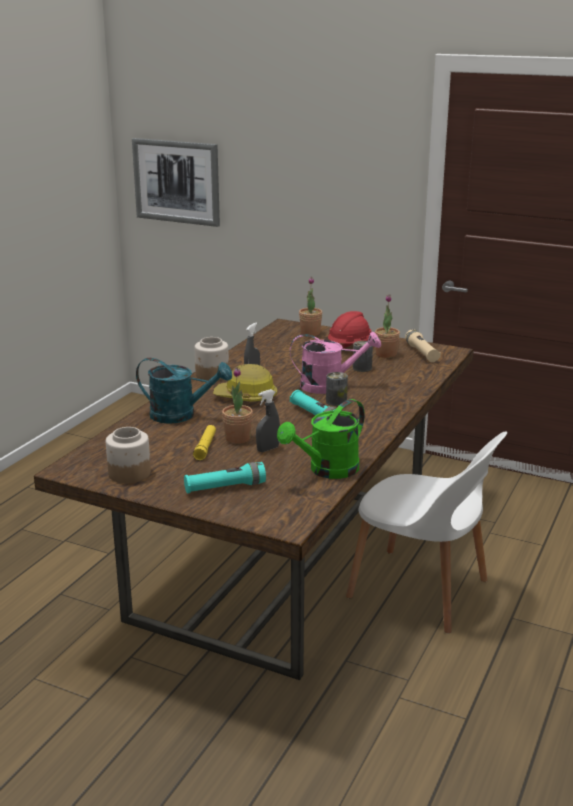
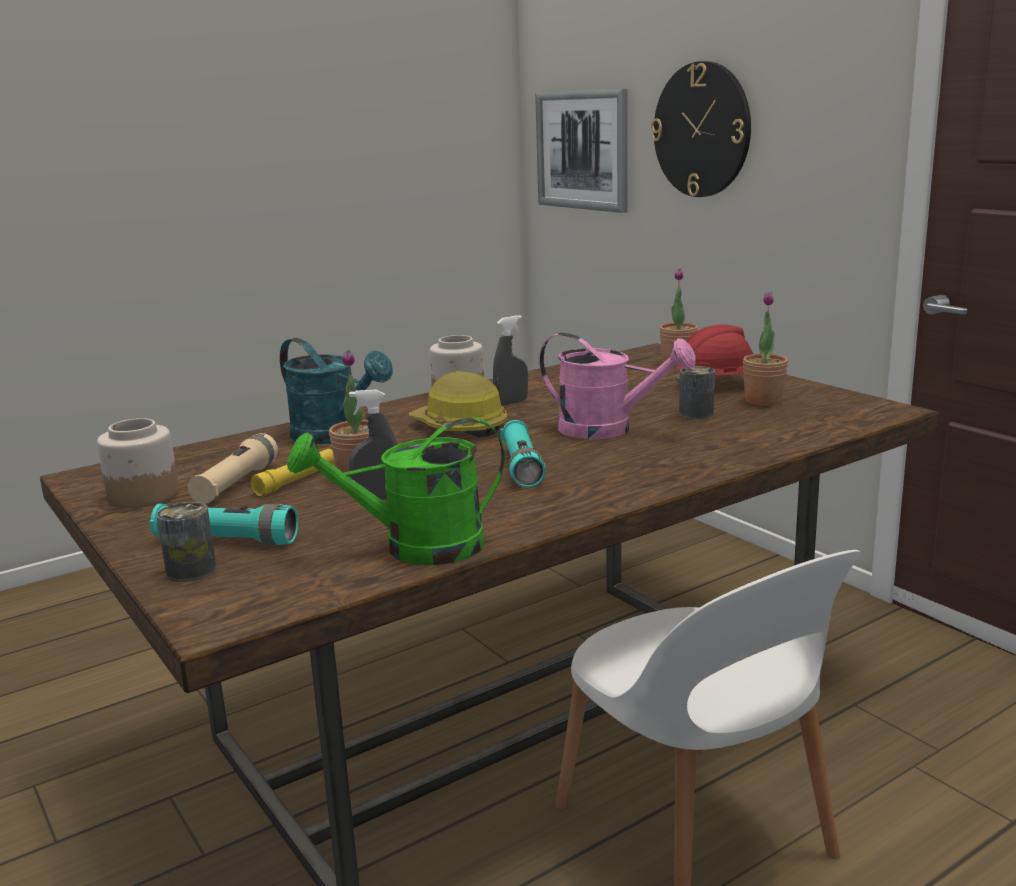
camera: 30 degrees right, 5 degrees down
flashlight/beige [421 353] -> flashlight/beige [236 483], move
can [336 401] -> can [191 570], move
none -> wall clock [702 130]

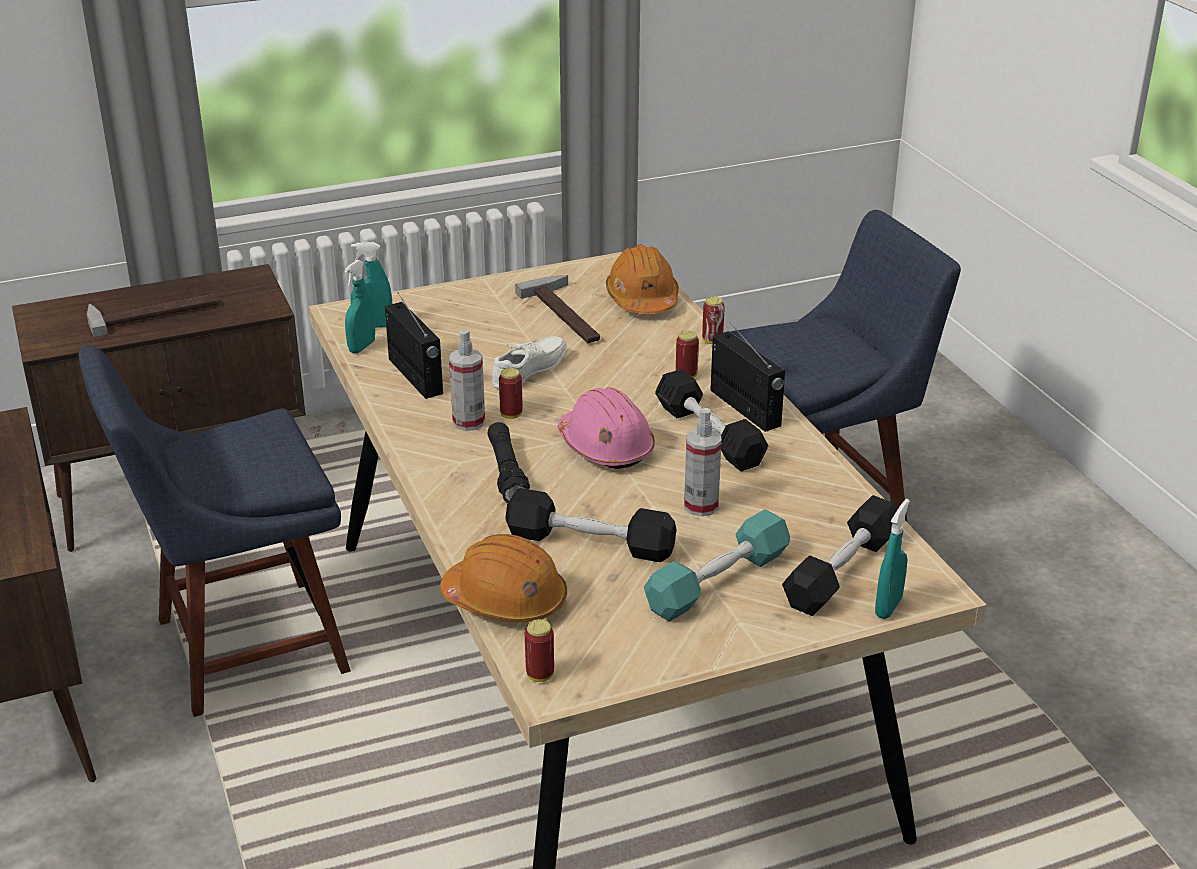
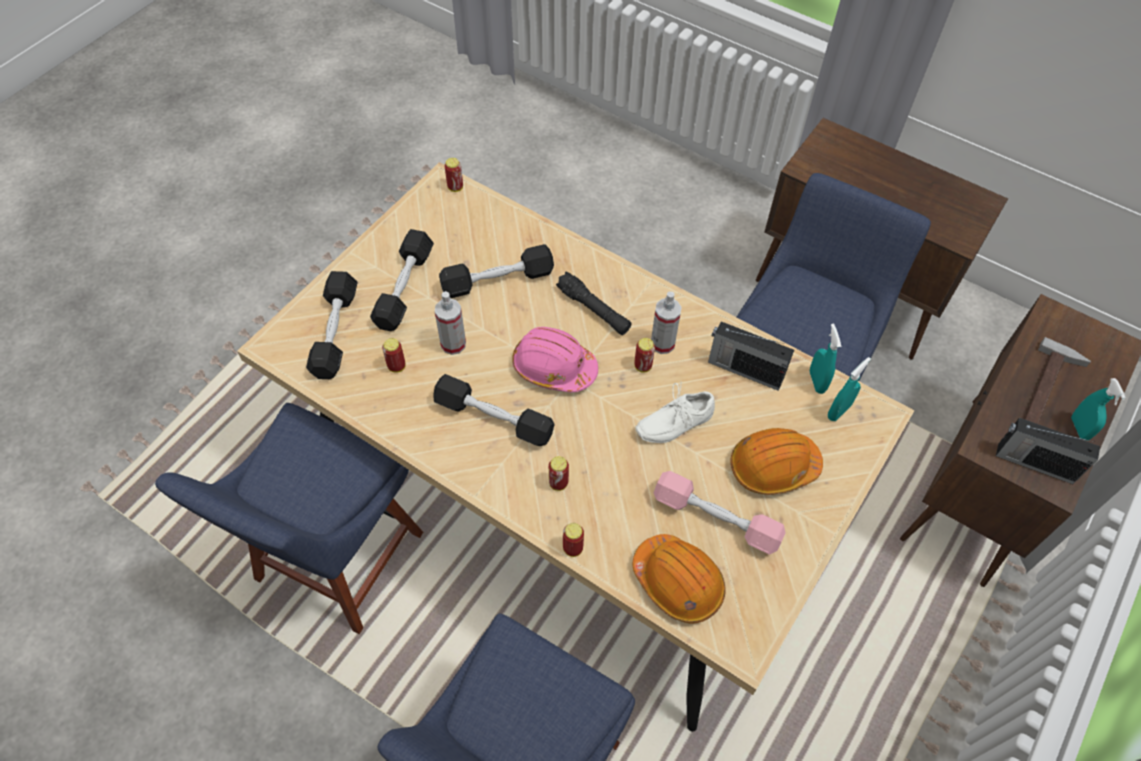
camera: 145 degrees right, 25 degrees up
hammer [569 314] -> dumbbell/pink [716 519]
radio [746 409] -> radio [1033 462], move
shoe/white [532 372] -> shoe/white [672 421], 60 degrees clockwise
spray bottle/turquoise [888 607] -> spray bottle/turquoise [1079 428], move
dumbbell/turquoise [717 582] -> dumbbell/black [404 288]
hard hat/orange [505 600] -> hard hat/orange [773 467], move
none -> can [396 366]
none -> chair/blue [334 563]

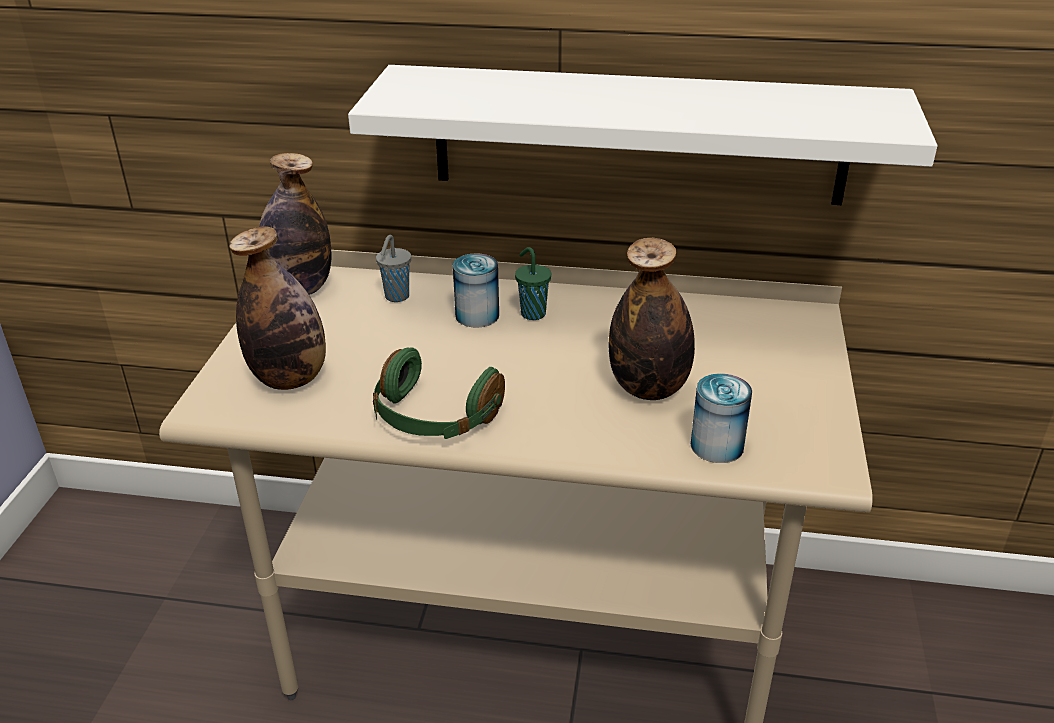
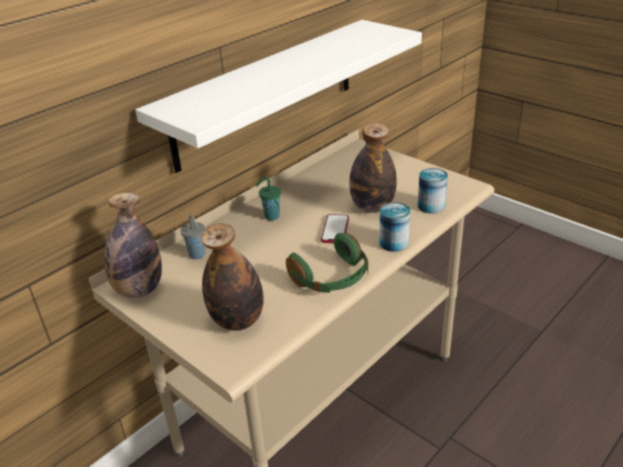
camera: 55 degrees left, 0 degrees up
can [477 315] -> can [393 243], move
none -> phone [335 230]

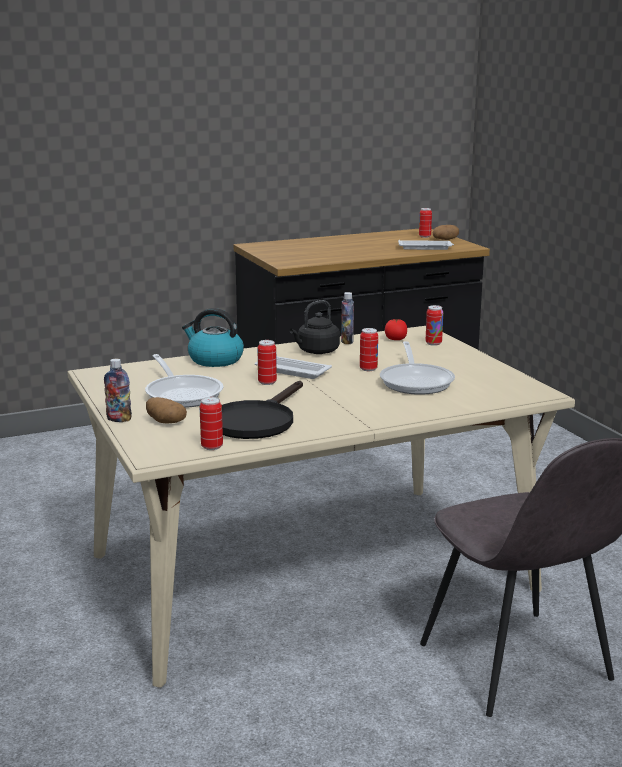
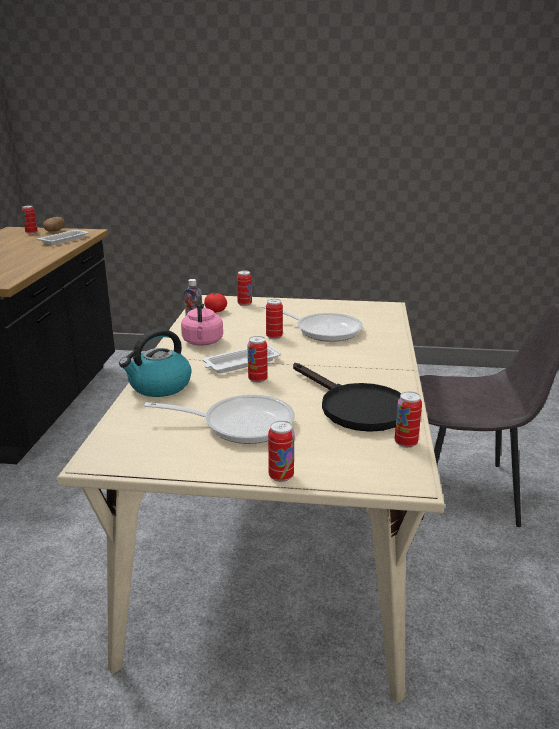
camera: 60 degrees left, 5 degrees up
kettle/black [316 351] -> kettle/pink [202 342]
bottle [119 419] -> can [281 476]
potato [165 422] -> none

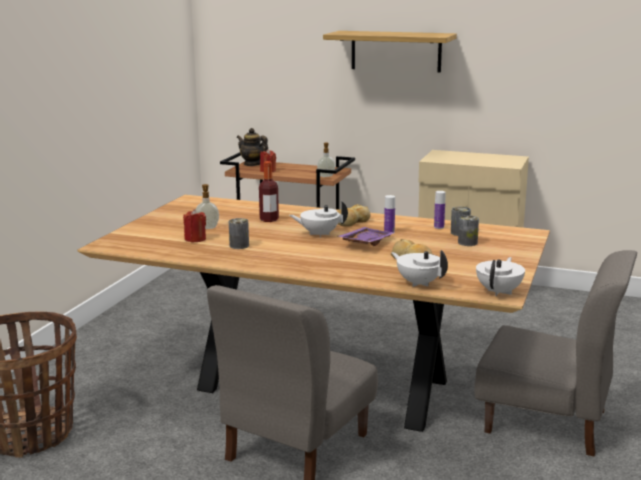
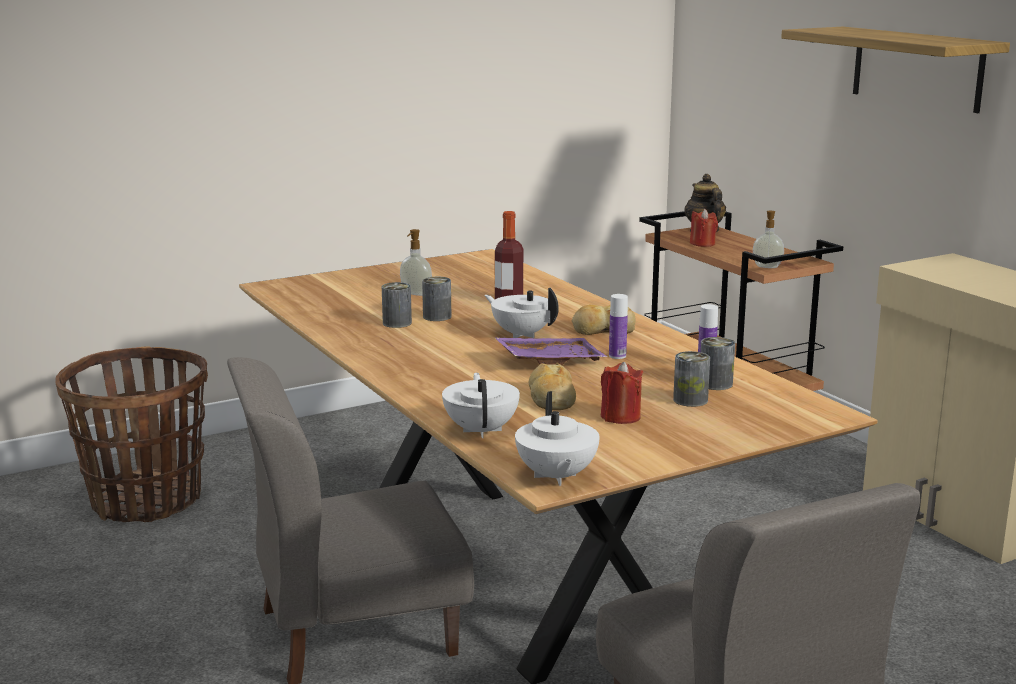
camera: 40 degrees right, 0 degrees up
candle/red [195 239] -> candle/red [620 417], move
teapot/white [499 292] -> teapot/white [555 477], 105 degrees clockwise
none -> can [437 316]

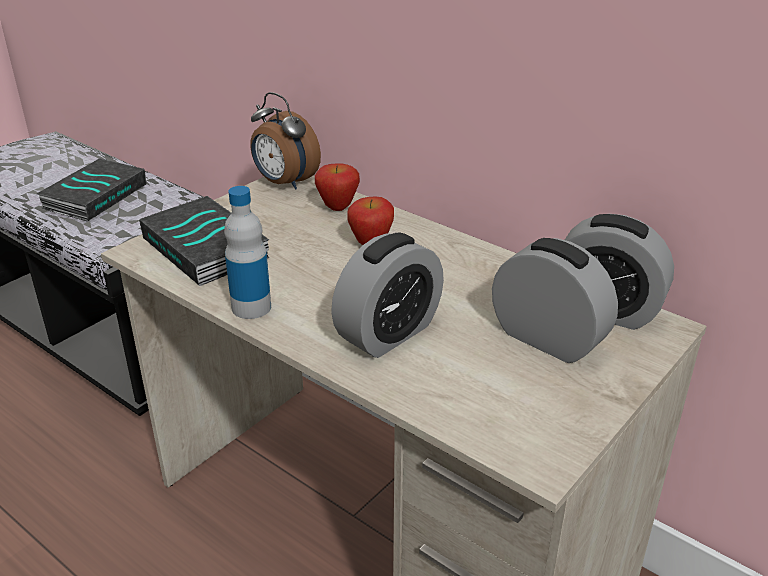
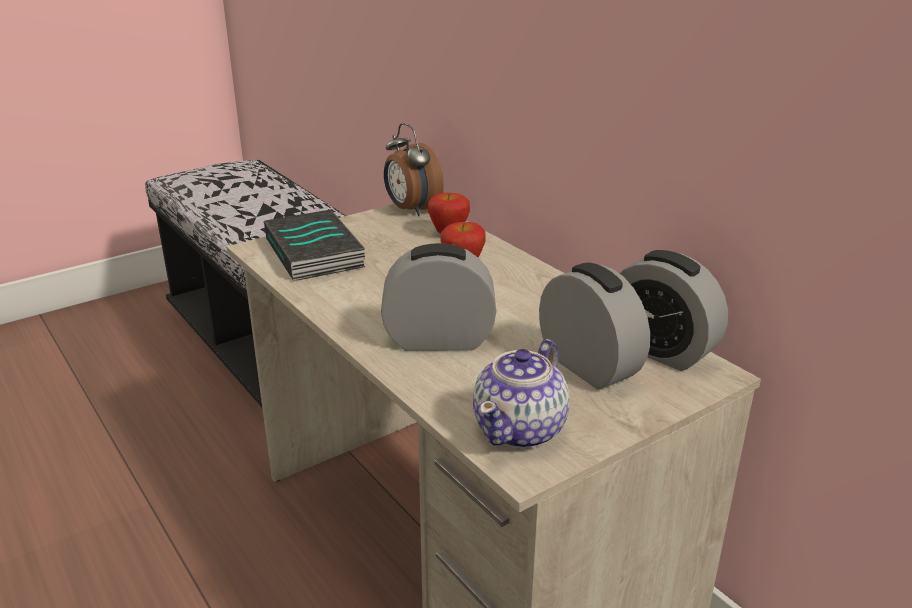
camera: 15 degrees right, 5 degrees down
book [94 195] -> none
bottle [251 307] -> none
alarm clock [388 333] -> alarm clock [439 340], 150 degrees counterclockwise
none -> teapot [521 429]

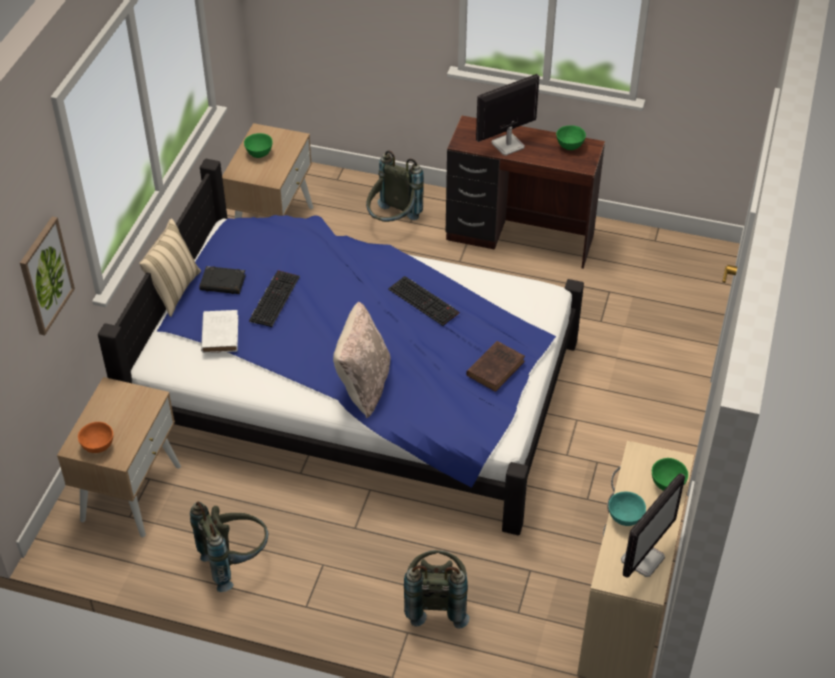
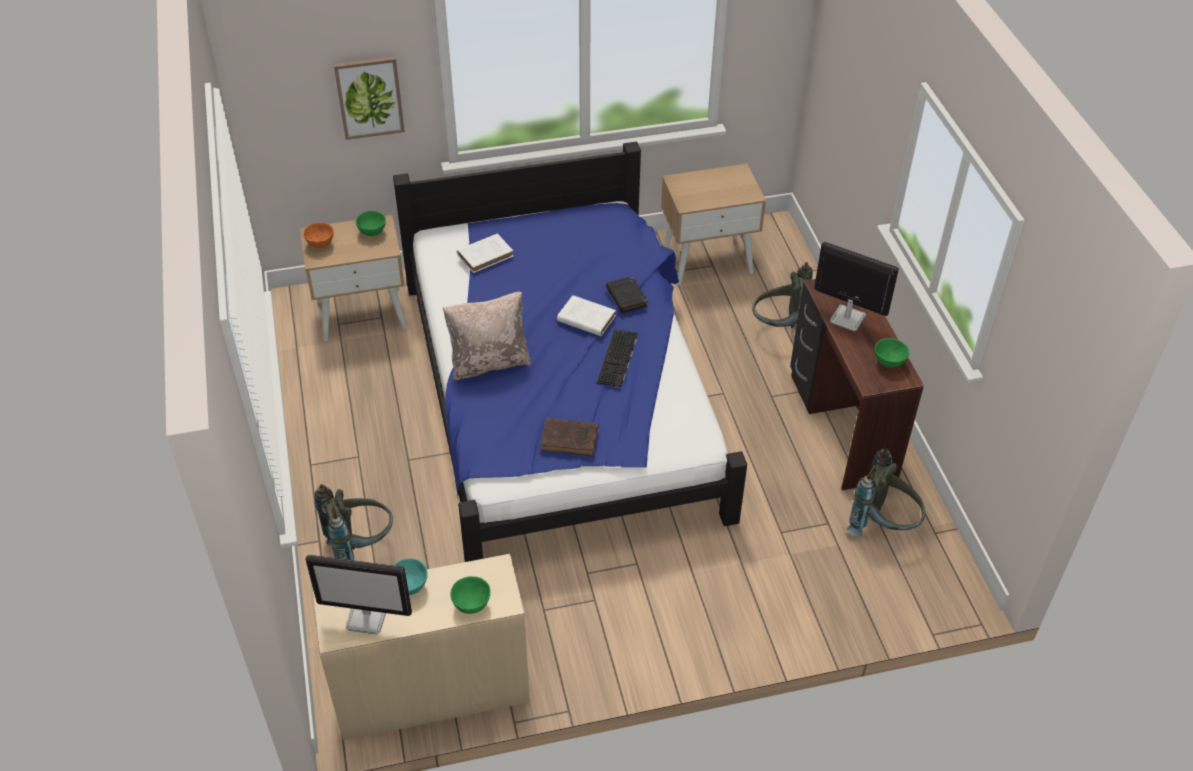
camera: 60 degrees right, 0 degrees up
bowl/green [259 153] -> bowl/green [373 232], move
pillow/beige [173 290] -> none
book/black [223 283] -> book/black [627 297], move
keyboard [274 298] -> none
backpack/grey [235 561] -> backpack/grey [883 525], move
none -> book/white [585 318]

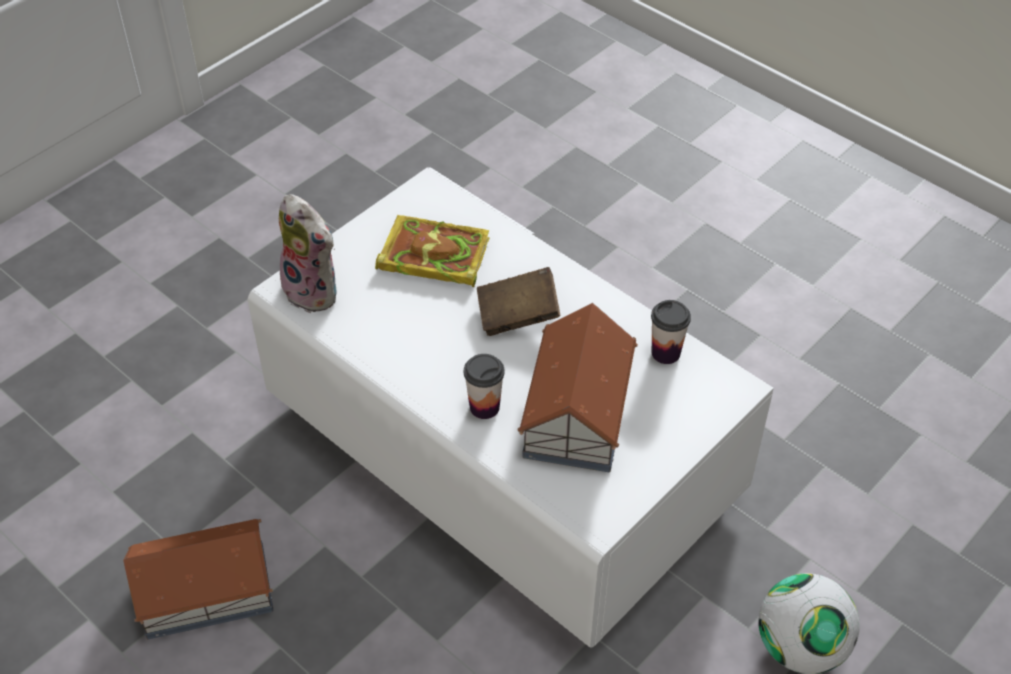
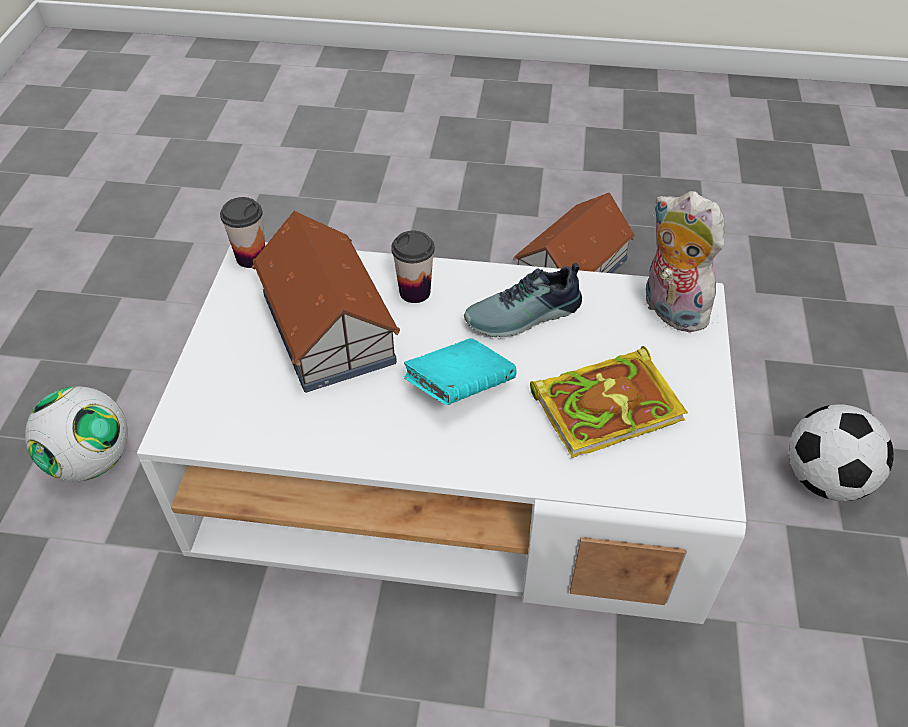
camera: 145 degrees right, 0 degrees up
plush toy [315 291] -> plush toy [669 310], 45 degrees clockwise
book/brown [517 316] -> book/turquoise [459 388]
cup [665 353] -> cup [251 257], move
none -> shoe [524 316]
none -> football [825 479]

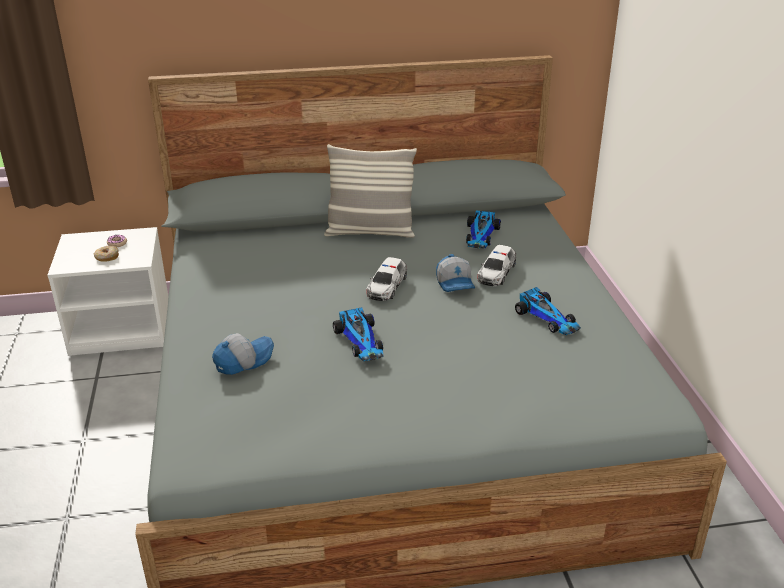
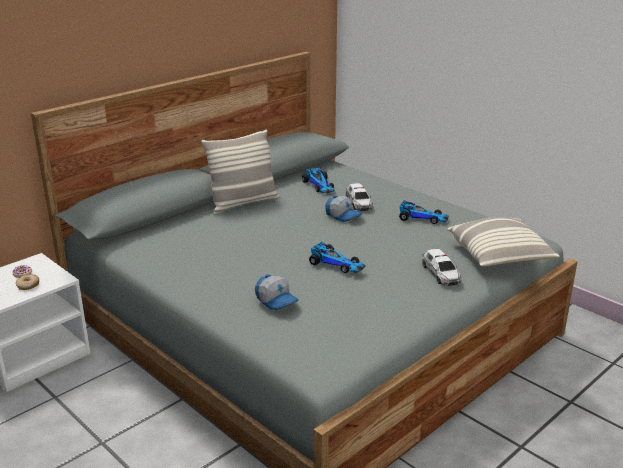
camera: 35 degrees left, 5 degrees down
toy car [386 286] -> toy car [441 273], move
cap [243 360] -> cap [277 300], 120 degrees clockwise
none -> pillow [500 256]

